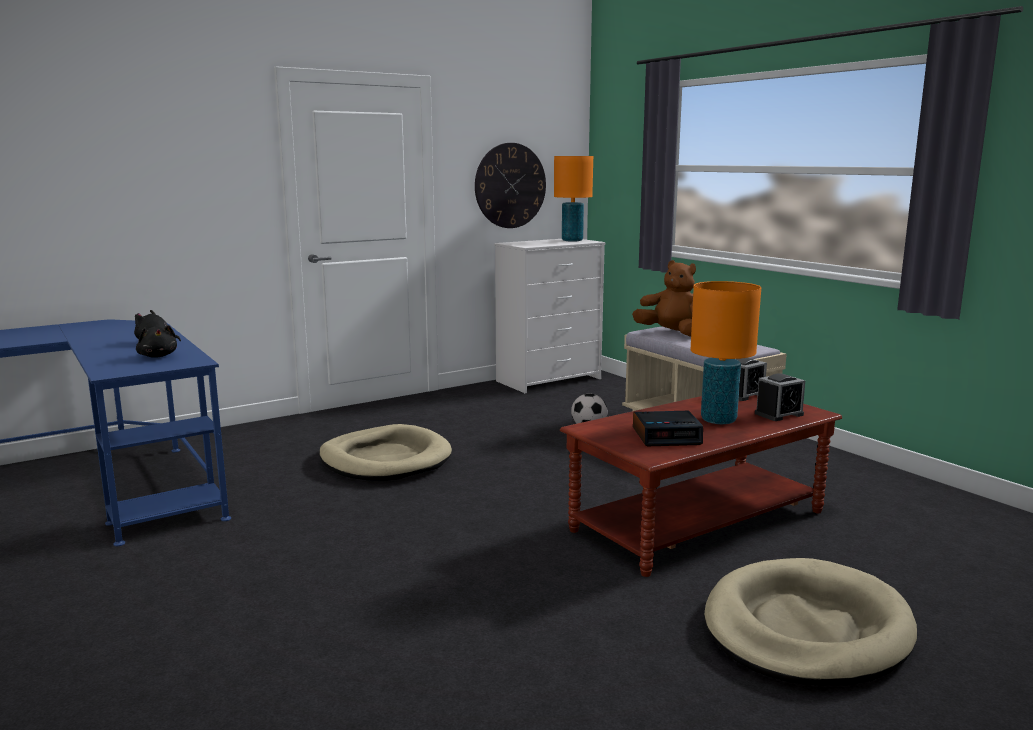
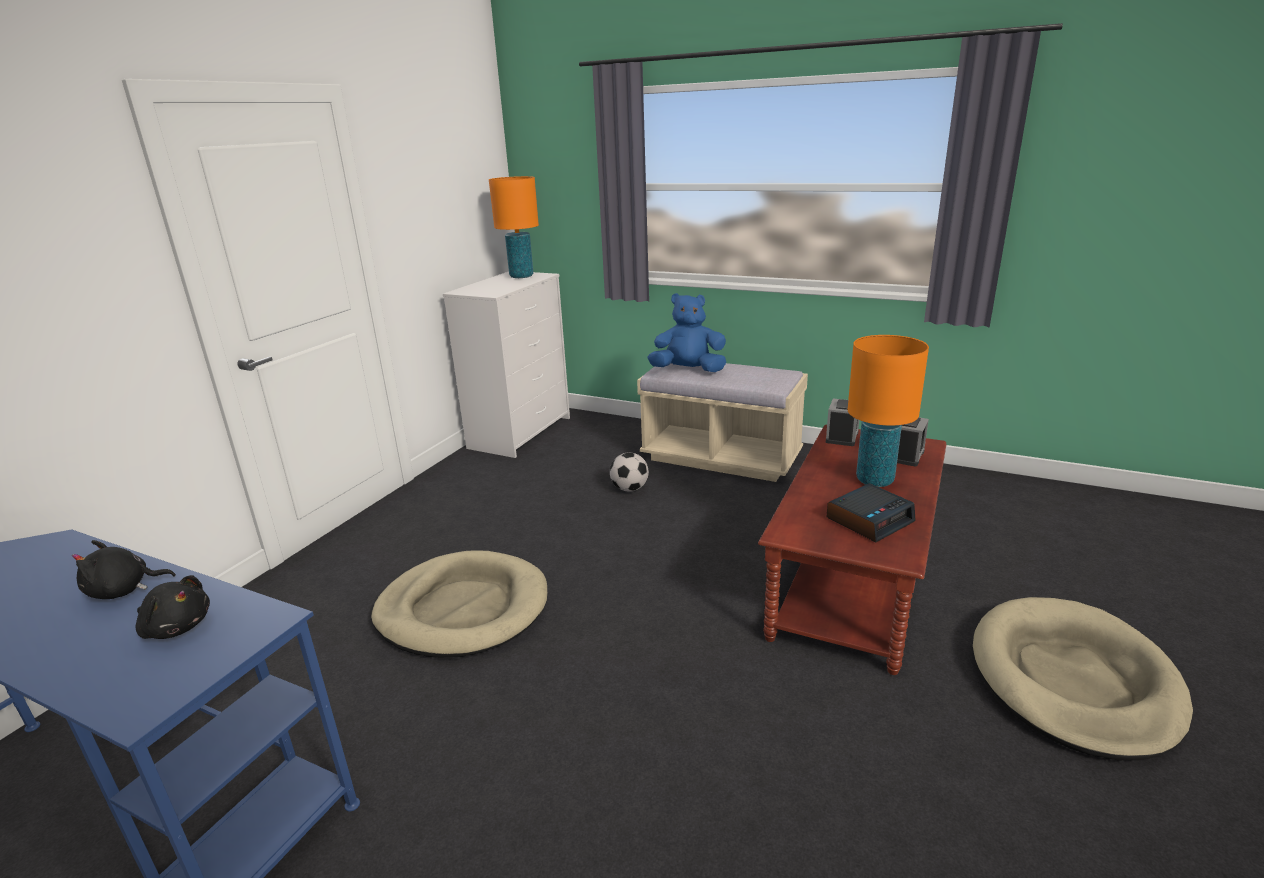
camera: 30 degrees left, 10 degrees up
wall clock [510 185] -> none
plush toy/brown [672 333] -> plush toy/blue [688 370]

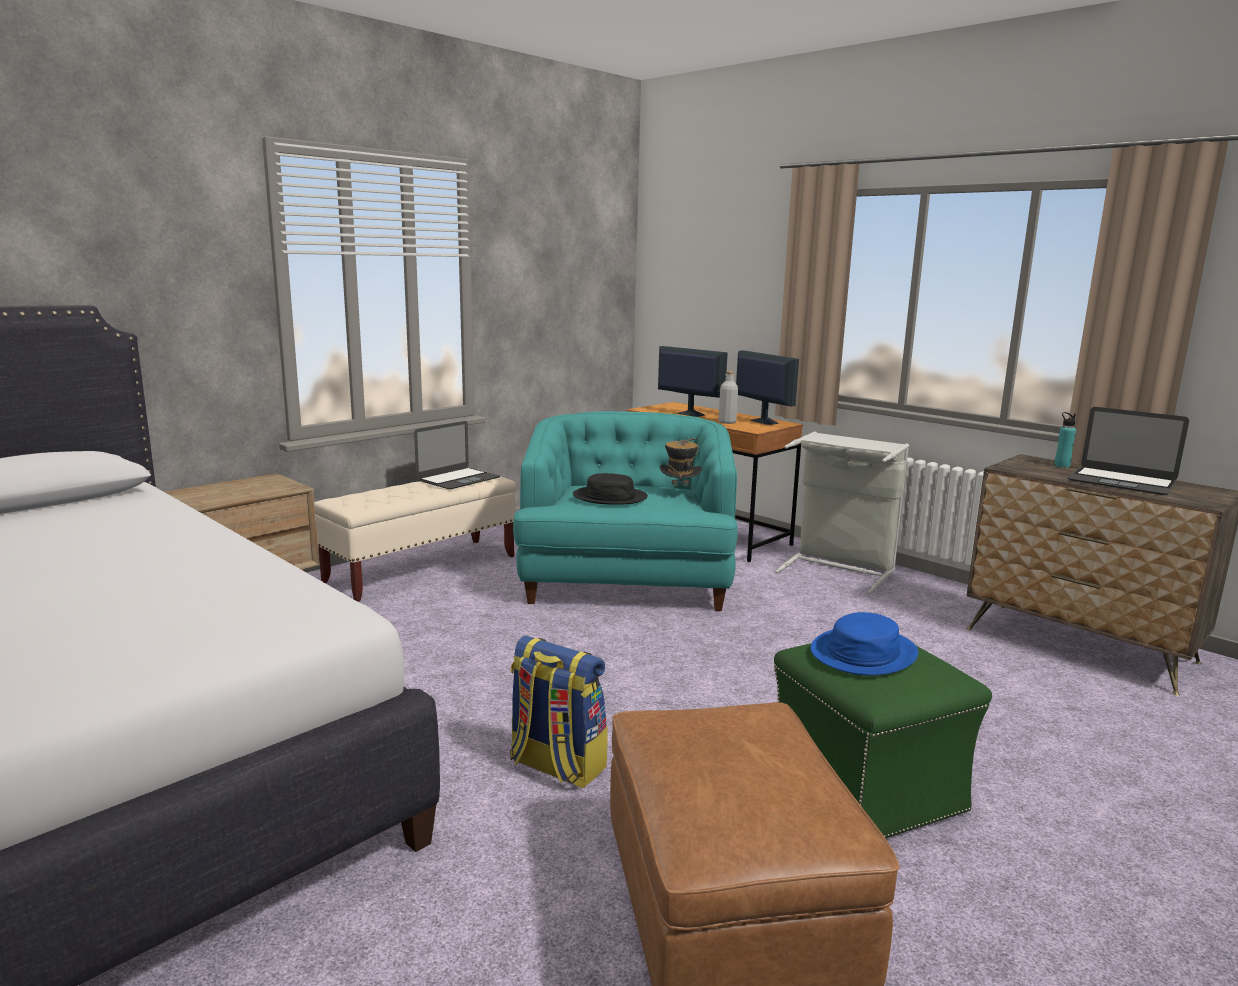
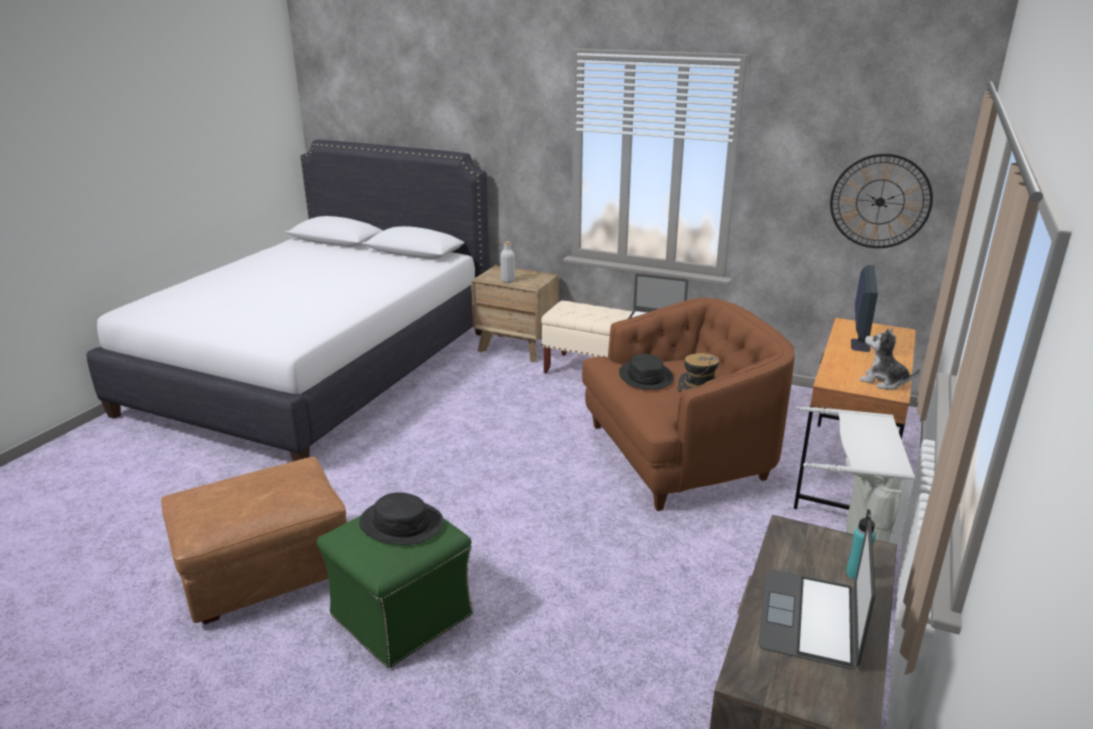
camera: 70 degrees right, 10 degrees up
monitor [763 421] -> plush toy [883 382]
bottle/grey [727 422] -> bottle/grey [508 280], move
armchair/turquoise [626 581] -> armchair/brown [677 455]
hat/blue [863 653] -> hat/black [401 523]
backpack [556 766] -> none
none -> wall clock [880 201]

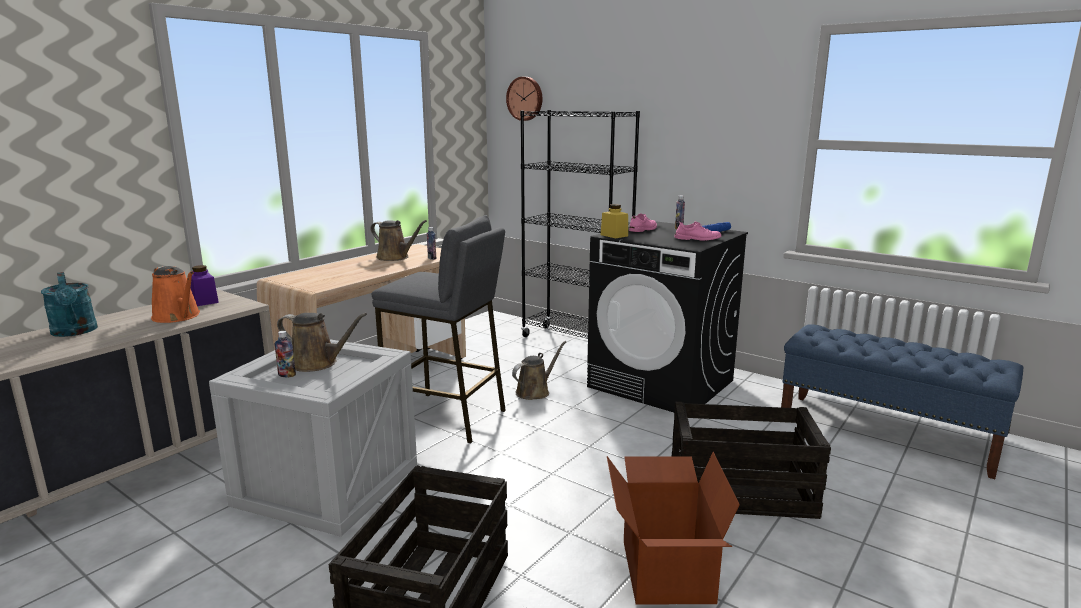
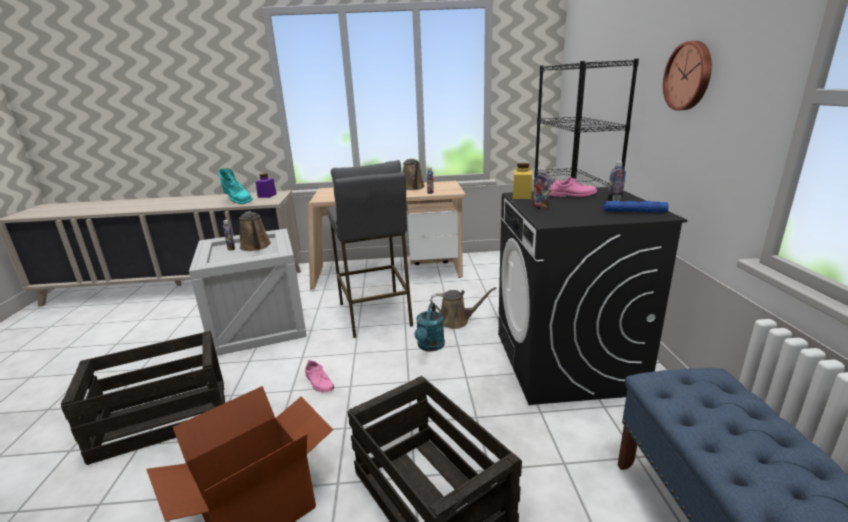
camera: 50 degrees right, 5 degrees up
wall clock [525 98] -> wall clock [689 76], move
shoe/pink [697 239] -> shoe/pink [319 382], move
watering can/orange [178 317] -> boot/turquoise [237 201]
watering can/turquoise [75 332] -> watering can/turquoise [430 347], move
none -> bottle [540 207]

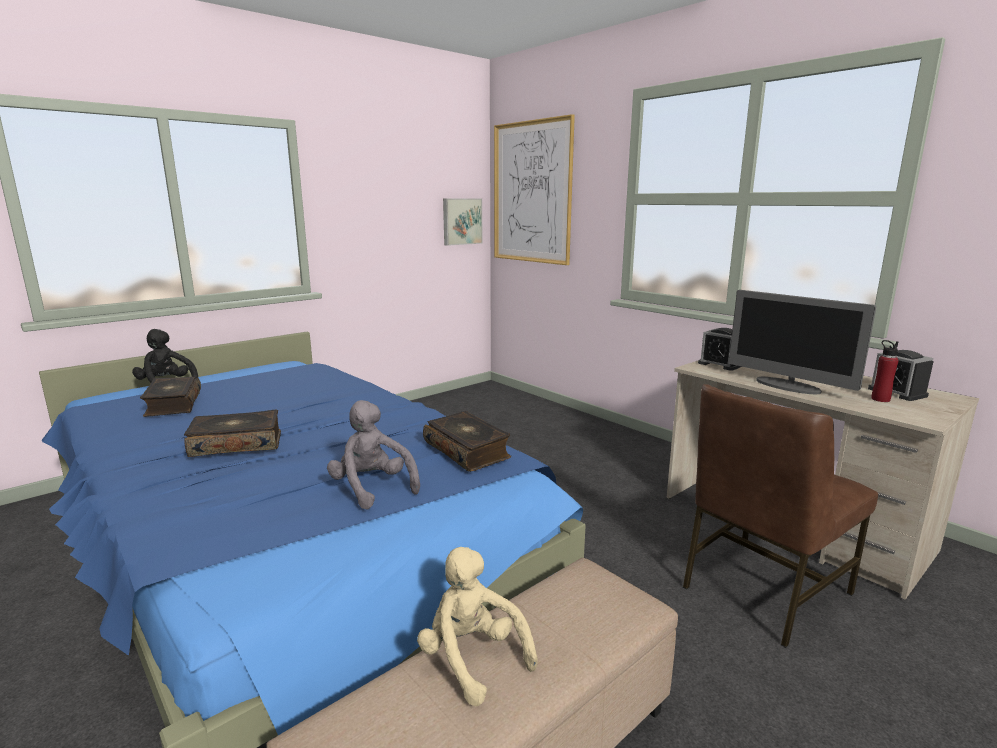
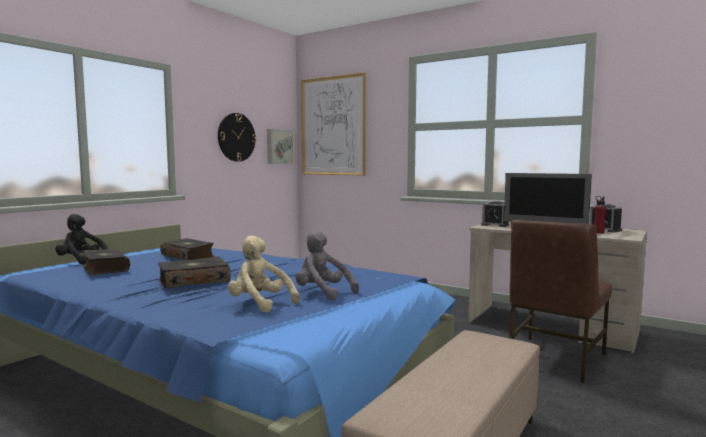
camera: 15 degrees left, 10 degrees down
book [467 450] -> book [188 256], move
plush toy/beige [472 658] -> plush toy/beige [260 304], move
none -> wall clock [236 137]

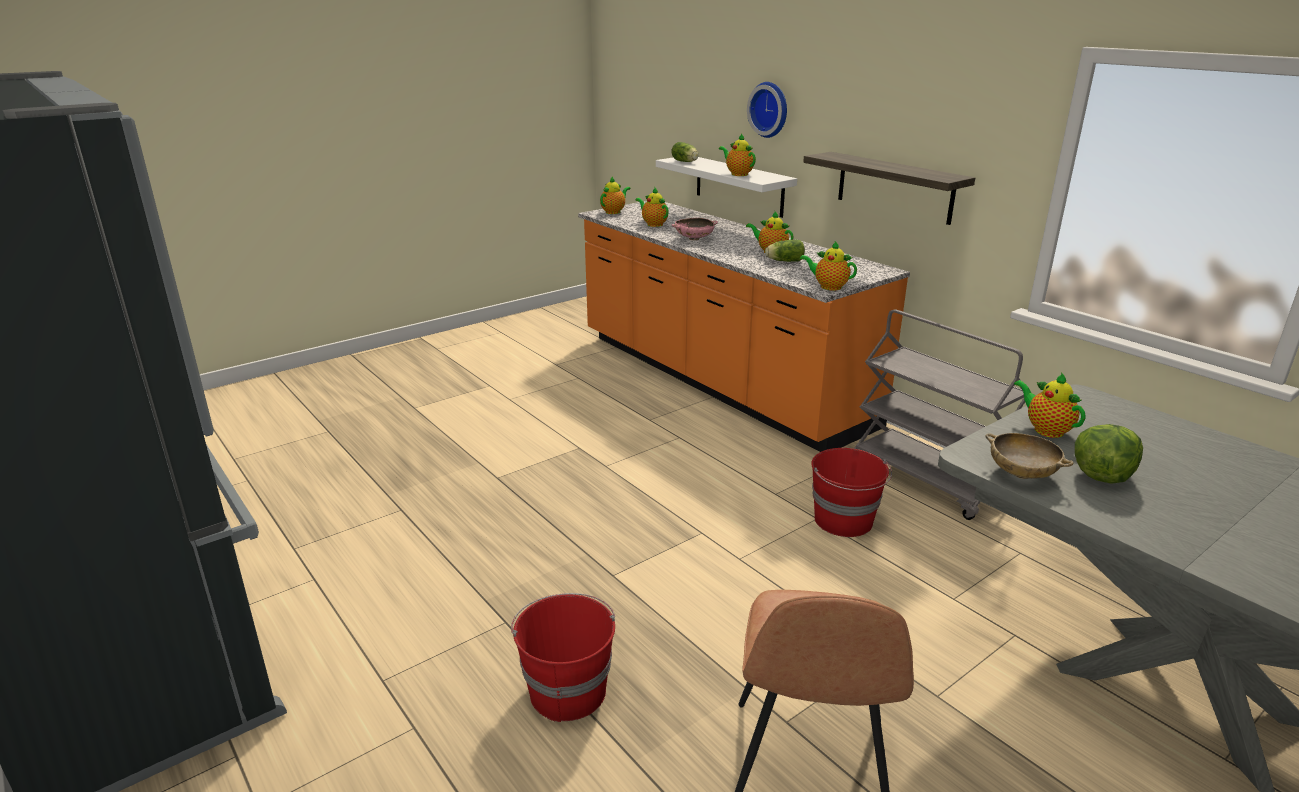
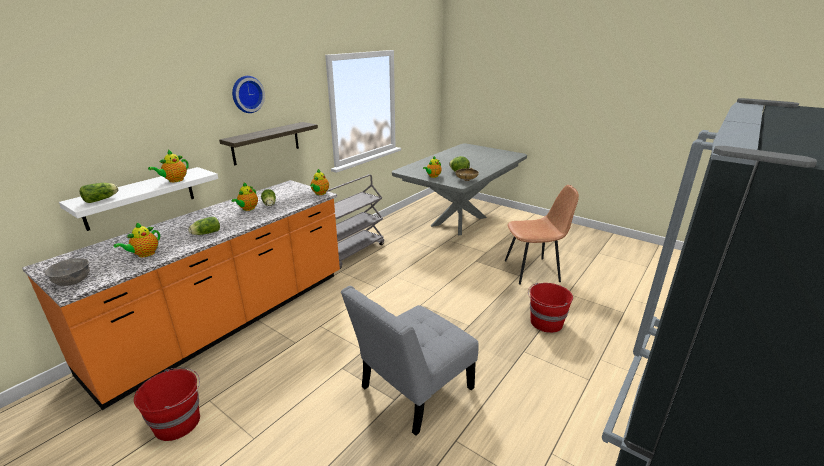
camera: 105 degrees left, 0 degrees up
wall clock [770 109] -> wall clock [246 94], move
teapot [614 212] -> bowl/grey [73 281]
bowl/pink [694 239] -> lettuce [205 233]
bucket/red [844 521] -> bucket/red [178 422], move
none -> chair/grey [412 391]

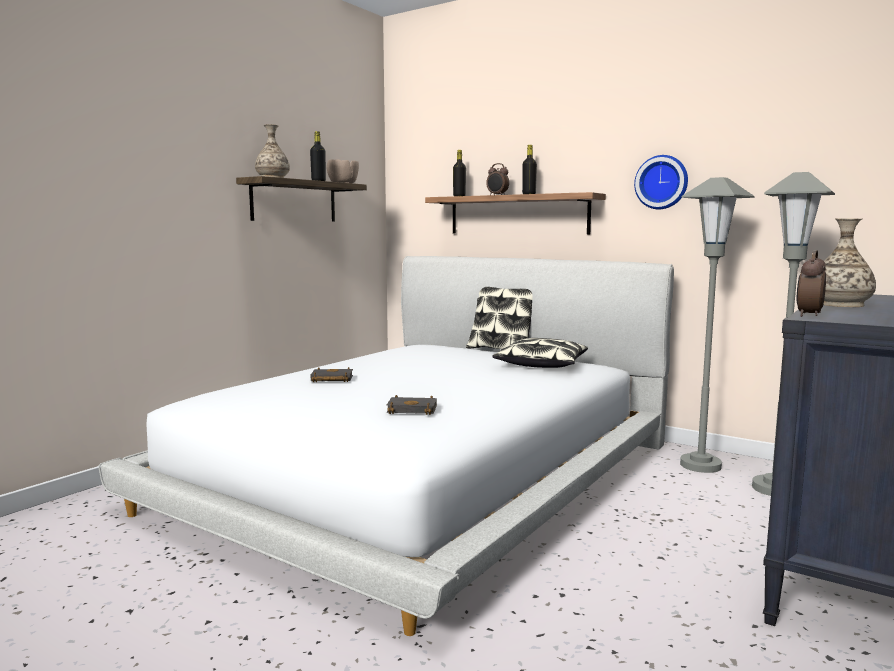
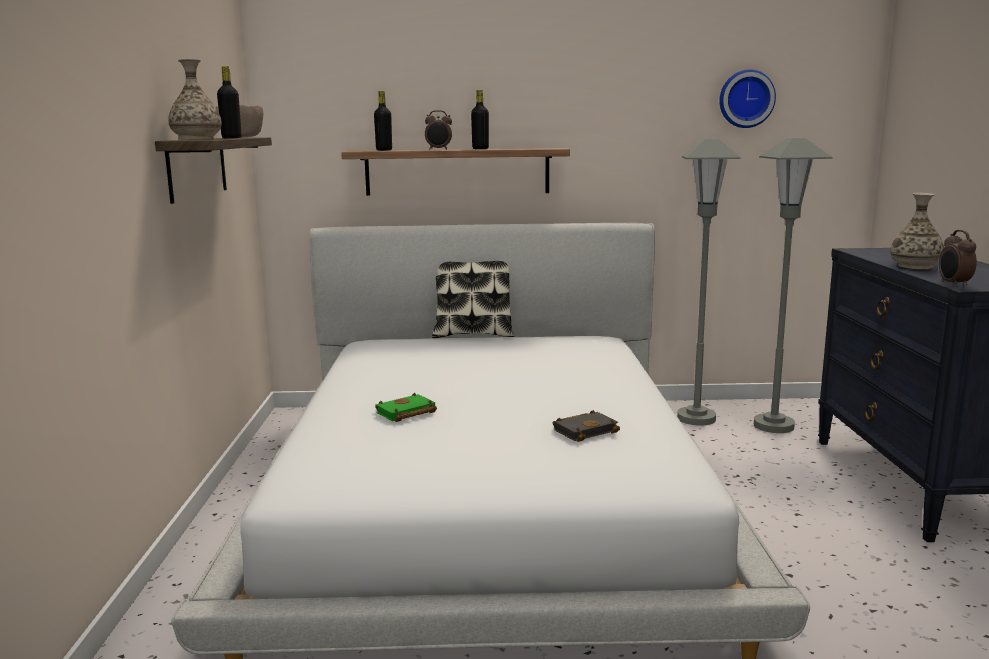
camera: 35 degrees left, 5 degrees up
wall clock [662 182] -> wall clock [745 99], move
pillow [541 364] -> none
book/black [330 379] -> book/green [406 413]

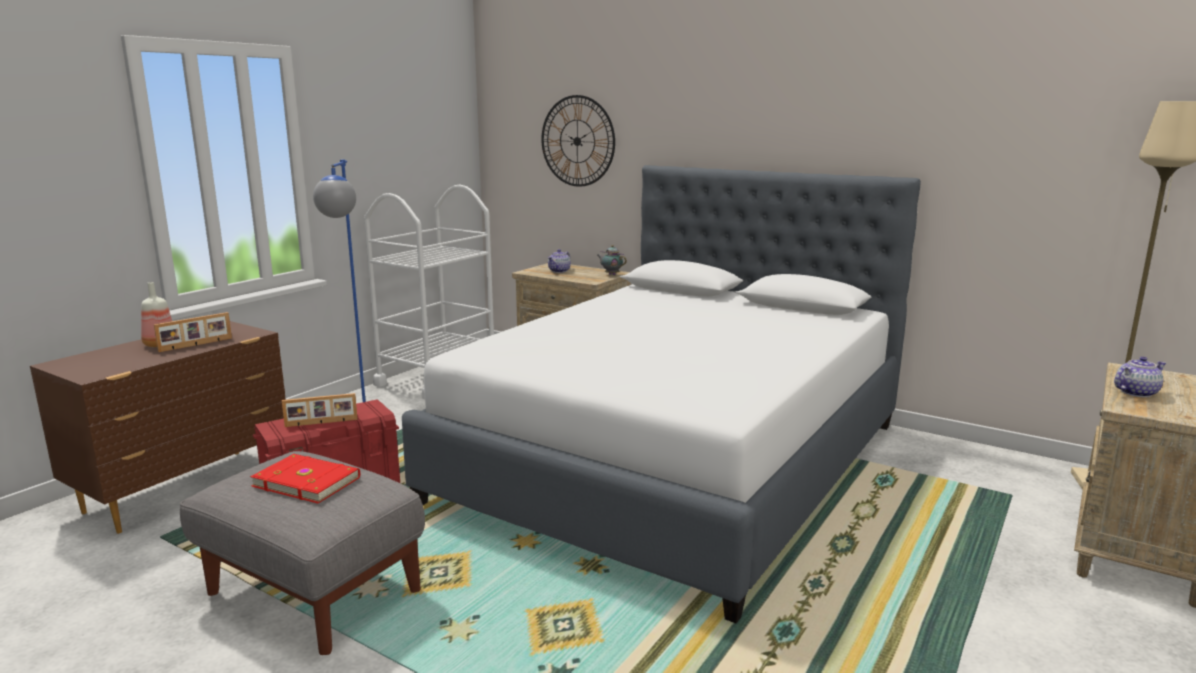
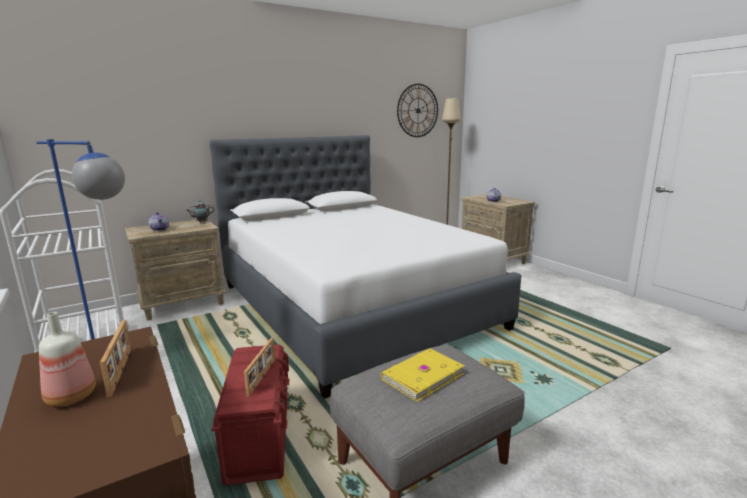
camera: 65 degrees left, 0 degrees up
wall clock [577 141] -> wall clock [418 110], move
book/red [307 481] -> book/yellow [421 376]

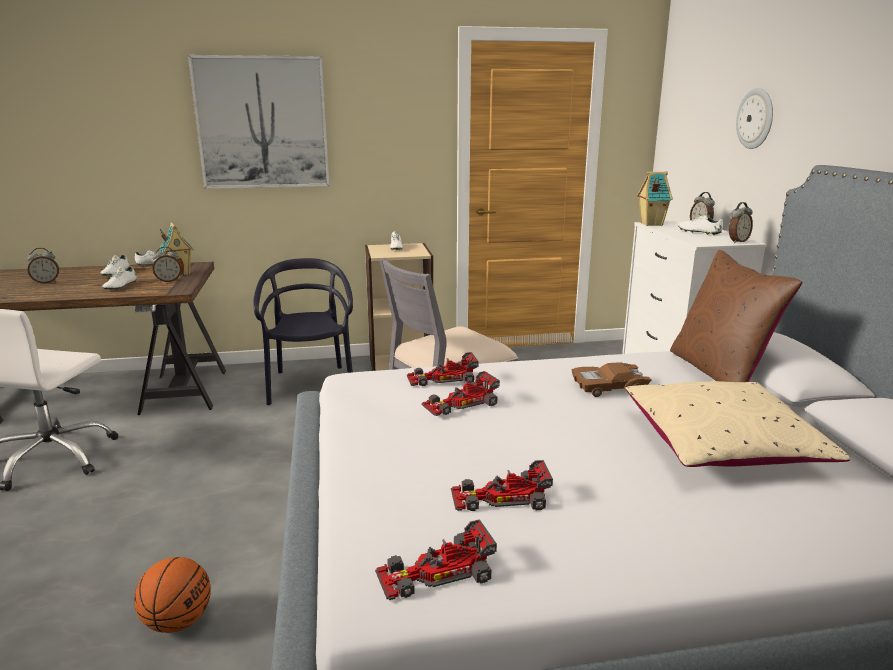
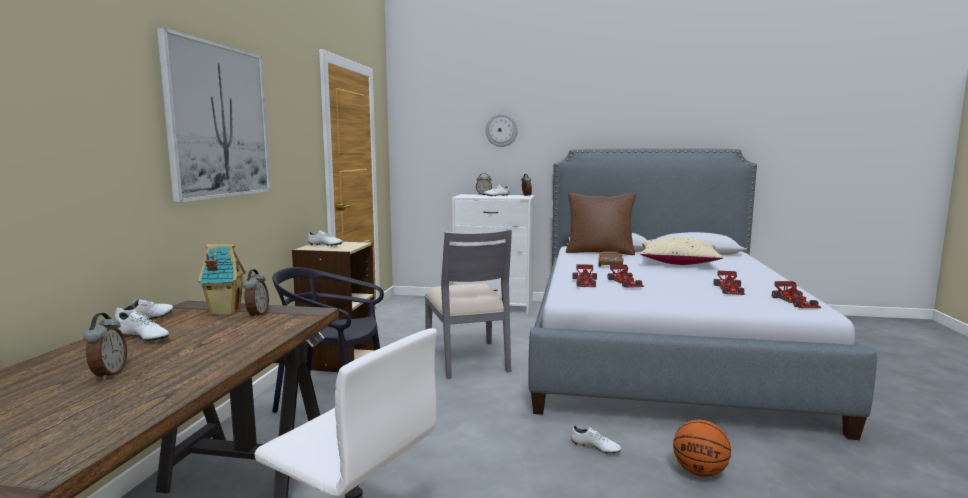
camera: 70 degrees left, 10 degrees down
toy house [650 224] -> none
shoe/white [120 286] -> shoe/white [595 448], move

